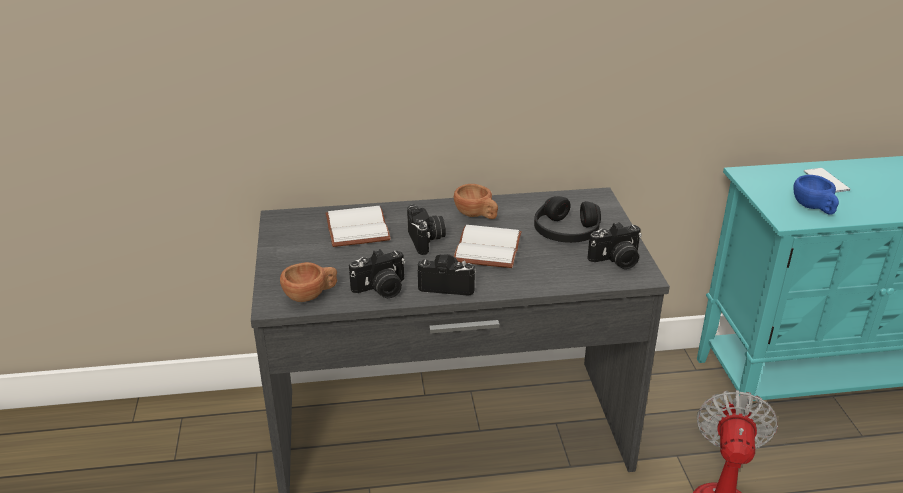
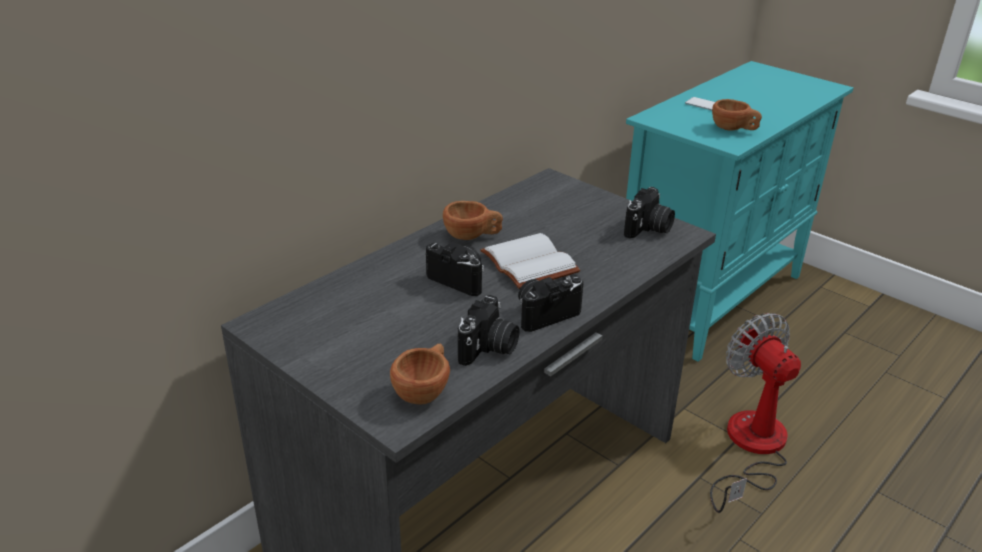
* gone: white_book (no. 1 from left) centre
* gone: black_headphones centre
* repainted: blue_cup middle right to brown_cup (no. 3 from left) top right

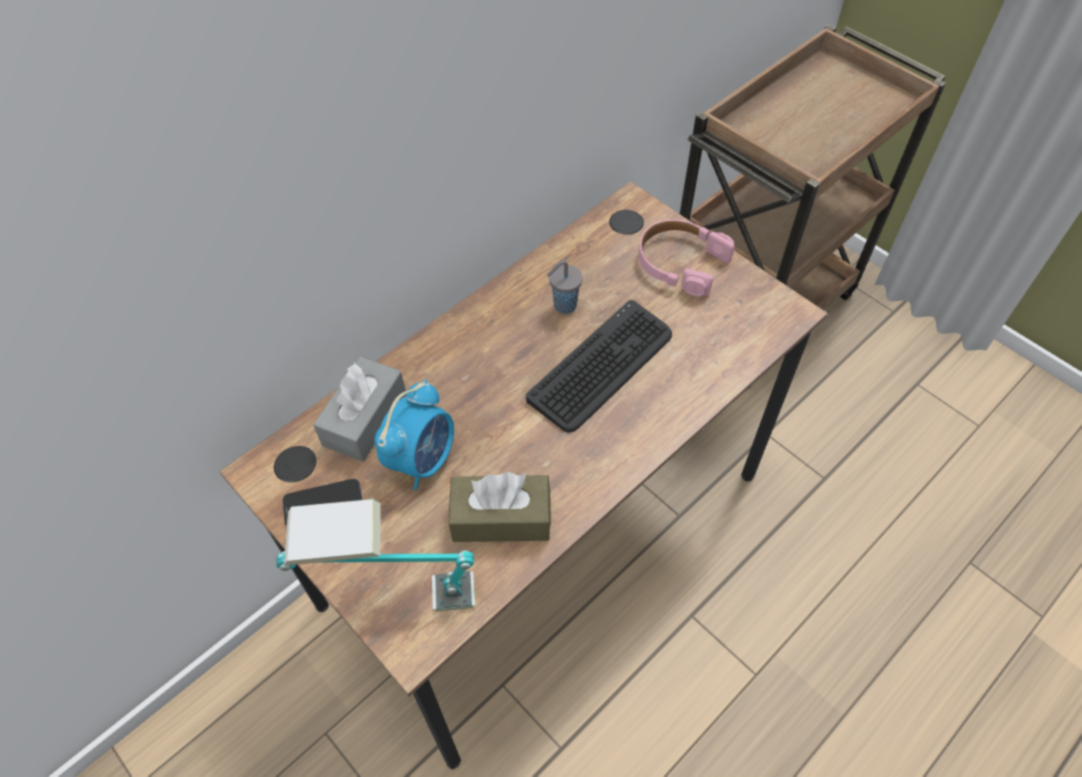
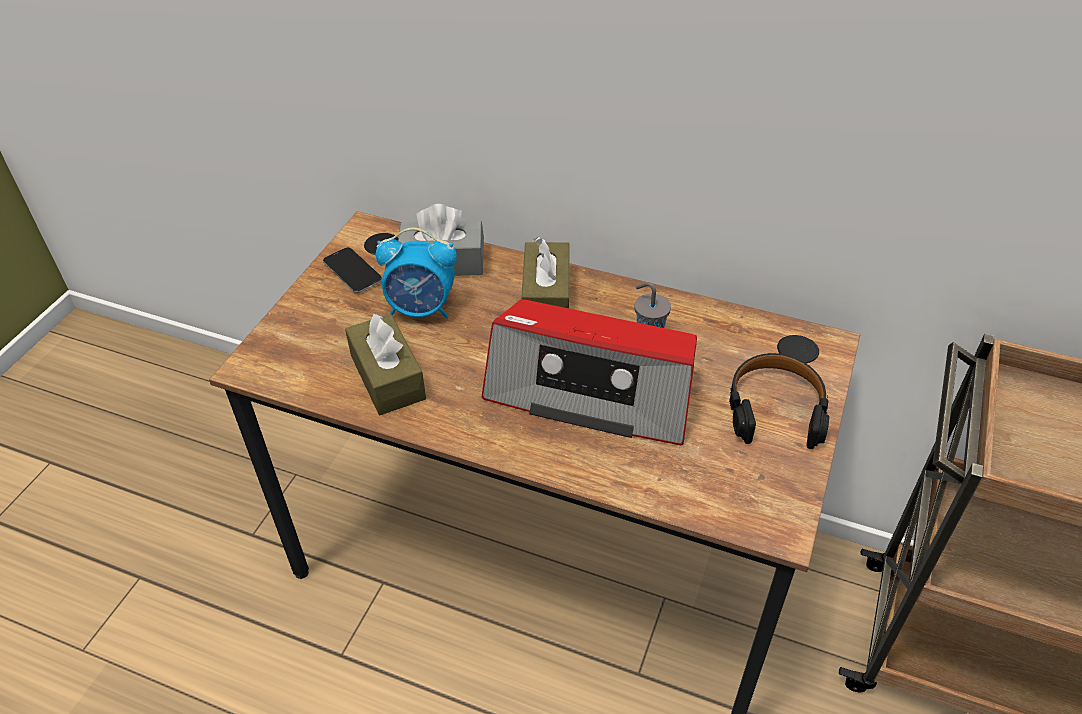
* gone: table_lamp bottom centre
* new: brown_tissue_box (no. 2 from left) centre
* swapped: keyboard centre to radio centre
* repainted: pink_headphones top centre to black_headphones middle right

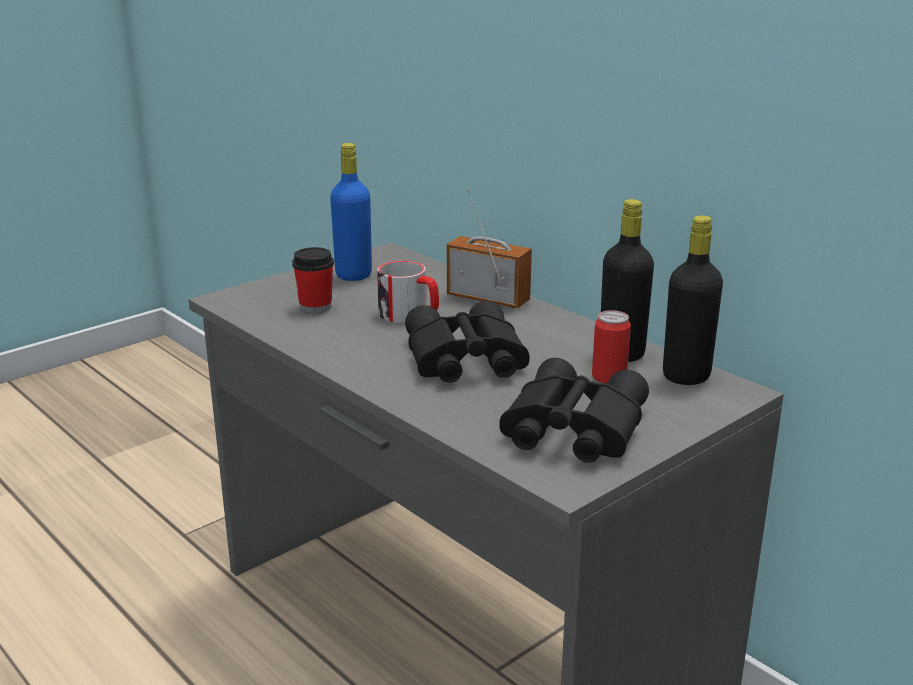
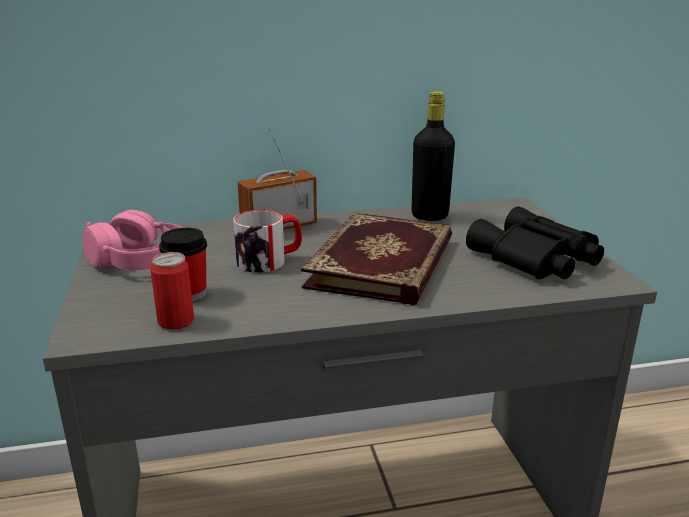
* gone: black_bottle (no. 2 from left) middle right
* shifted: can middle right to middle left
* swapped: blue_bottle top centre to pink_headphones middle left
* swapped: black_binoculars (no. 1 from left) centre to book centre

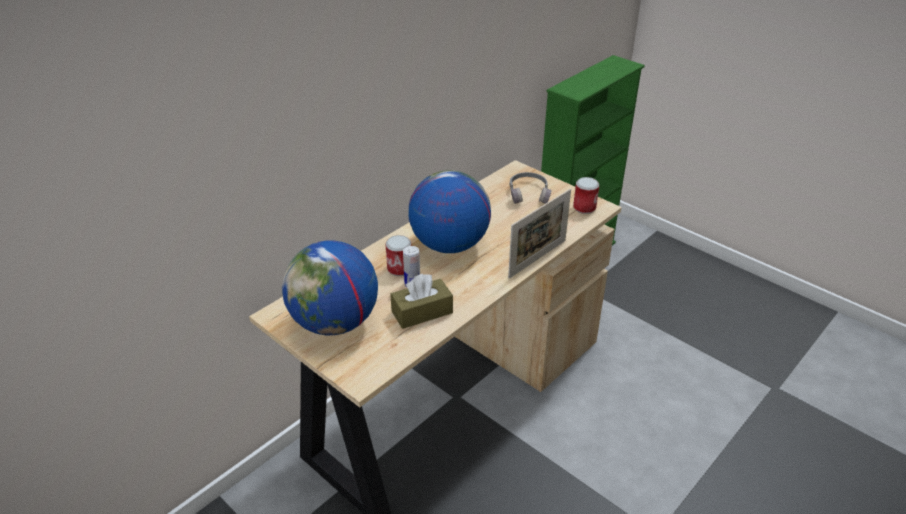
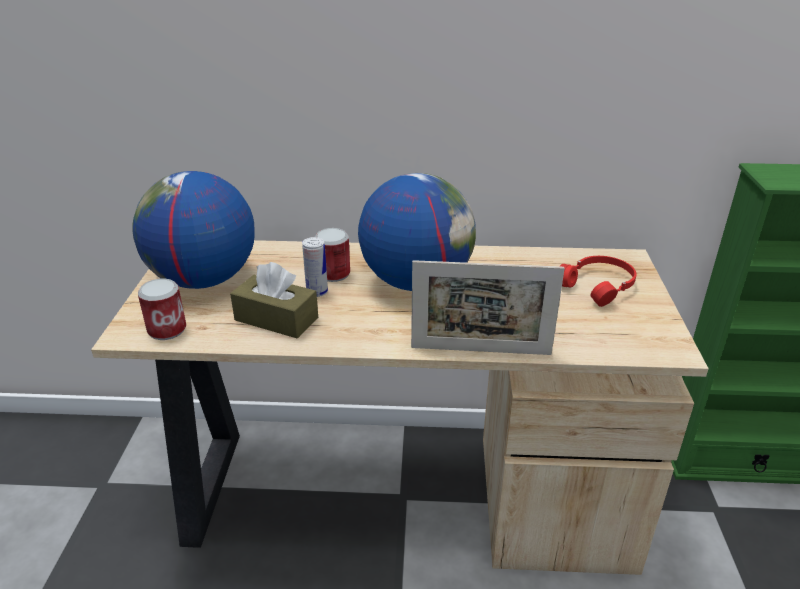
* shifted: can (no. 3 from left in the first image) centre to can (no. 1 from left) middle left
* repainted: grey_headphones centre to red_headphones middle right

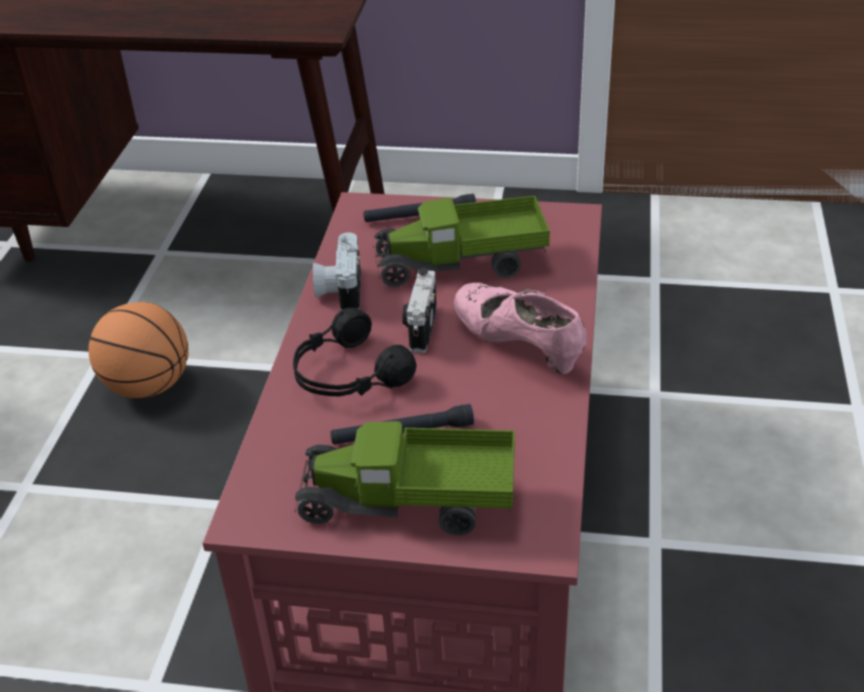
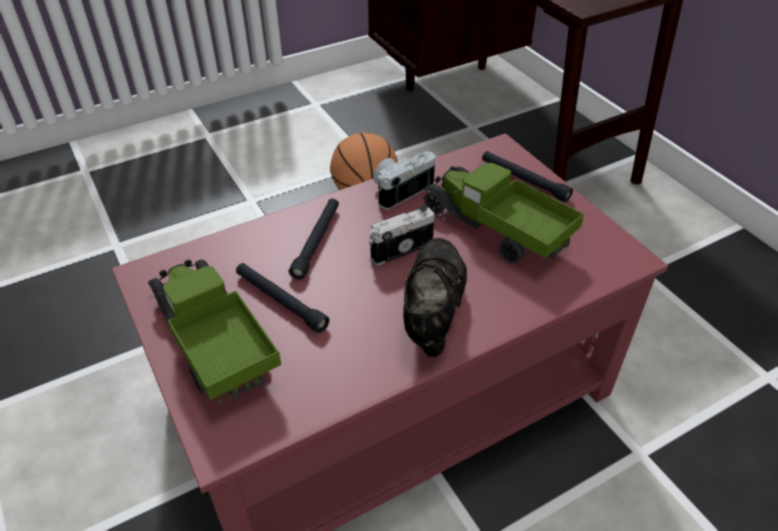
* swapped: black_headphones centre to black_flashlight (no. 2 from left) centre
* repainted: pink_shoe centre to black_shoe centre

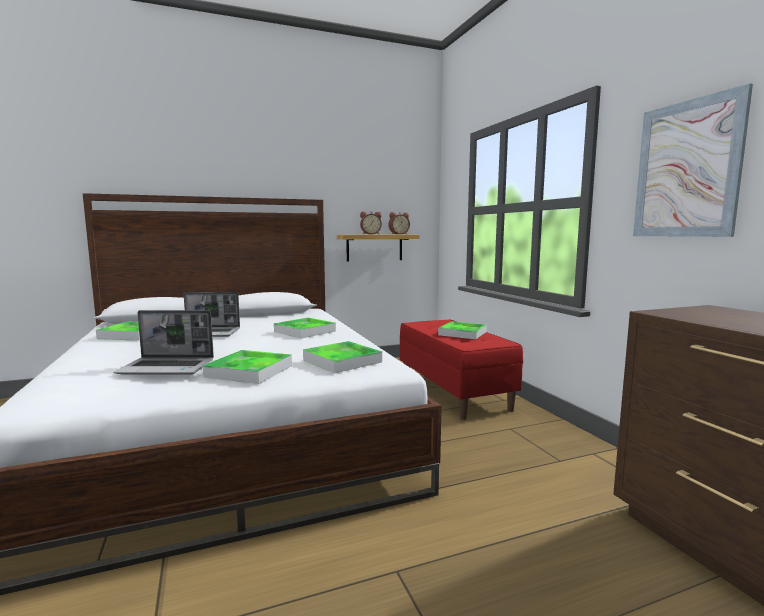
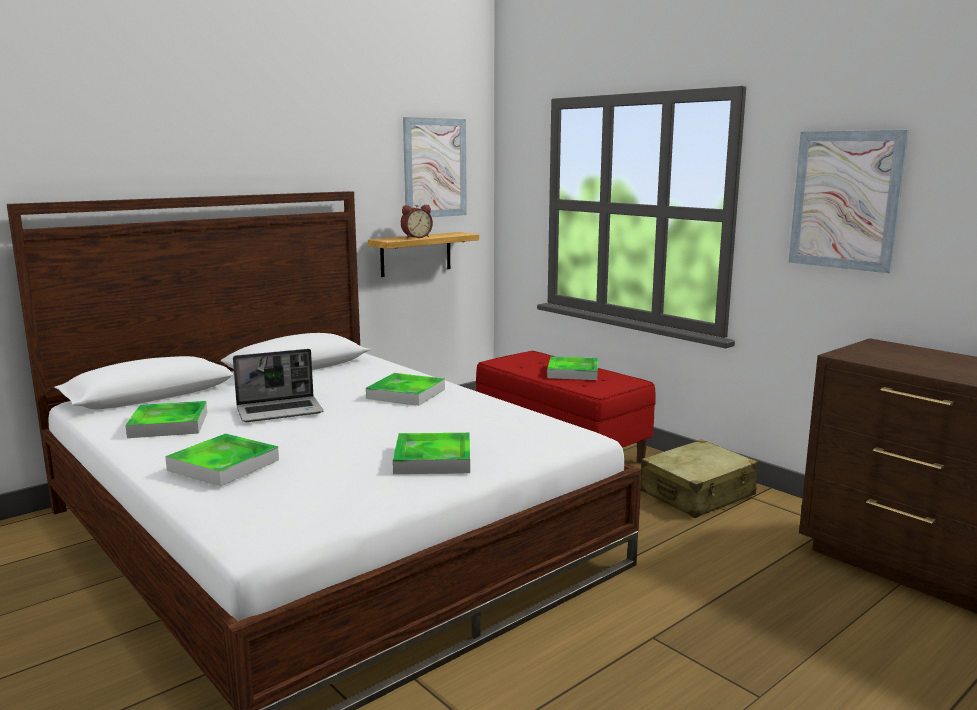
* gone: laptop (no. 1 from left) middle left
* gone: alarm_clock (no. 2 from left) centre
* new: picture (no. 1 from left) top centre
* new: beige_suitcase bottom right
* shifted: tray (no. 4 from left in the first image) centre to tray (no. 2 from left) middle left

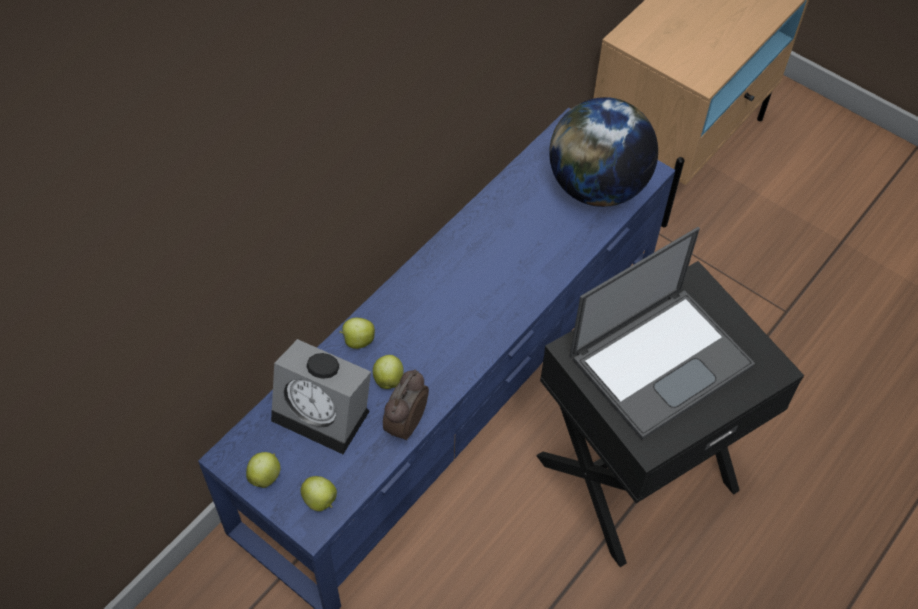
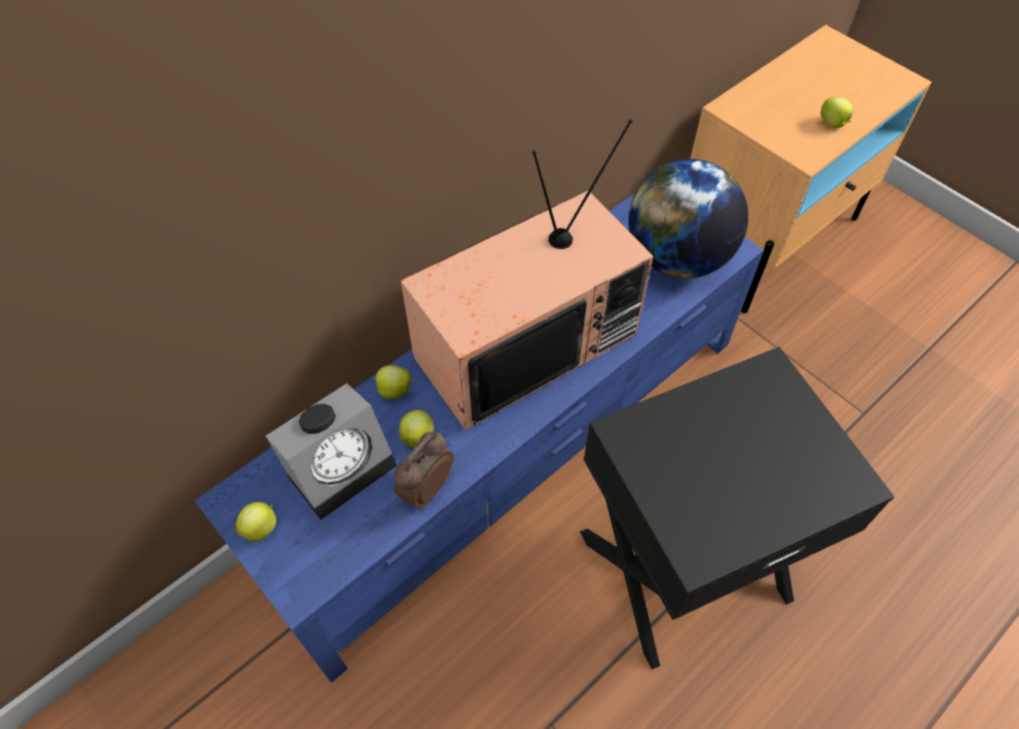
* gone: laptop middle right
* new: television centre
* shifted: apple (no. 2 from left in the first image) bottom centre to apple (no. 4 from left) top right
* rotated: alarm_clock (no. 1 from left) centre = middle left 75 degrees counterclockwise

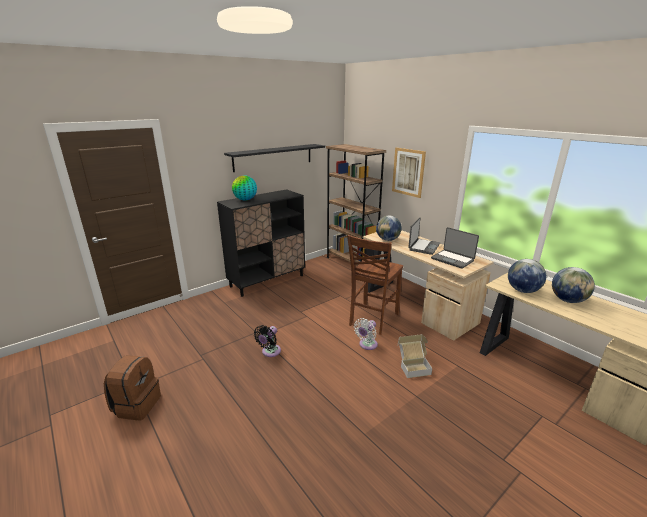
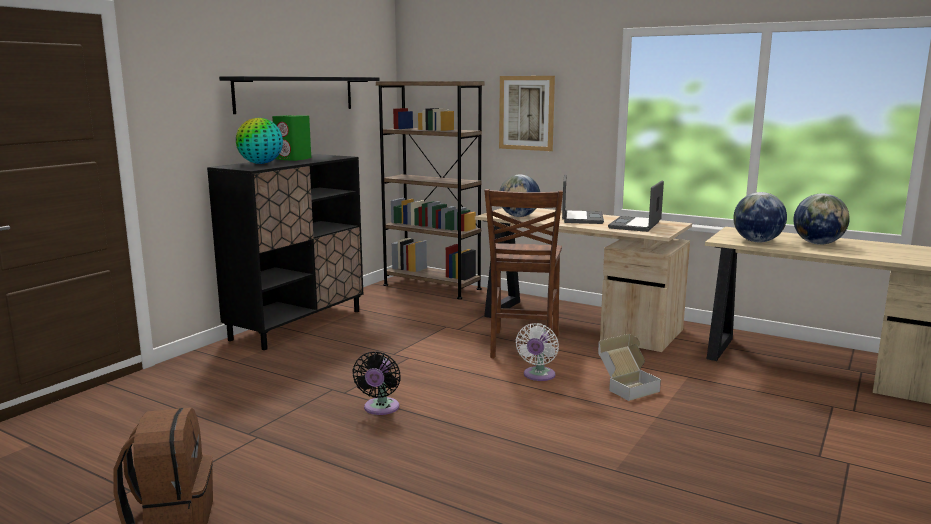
* new: green_speaker top left
* rotated: laptop (no. 2 from left) middle right = middle right 90 degrees clockwise

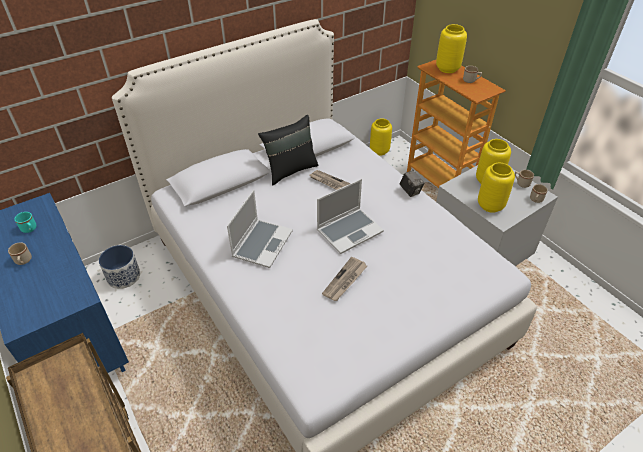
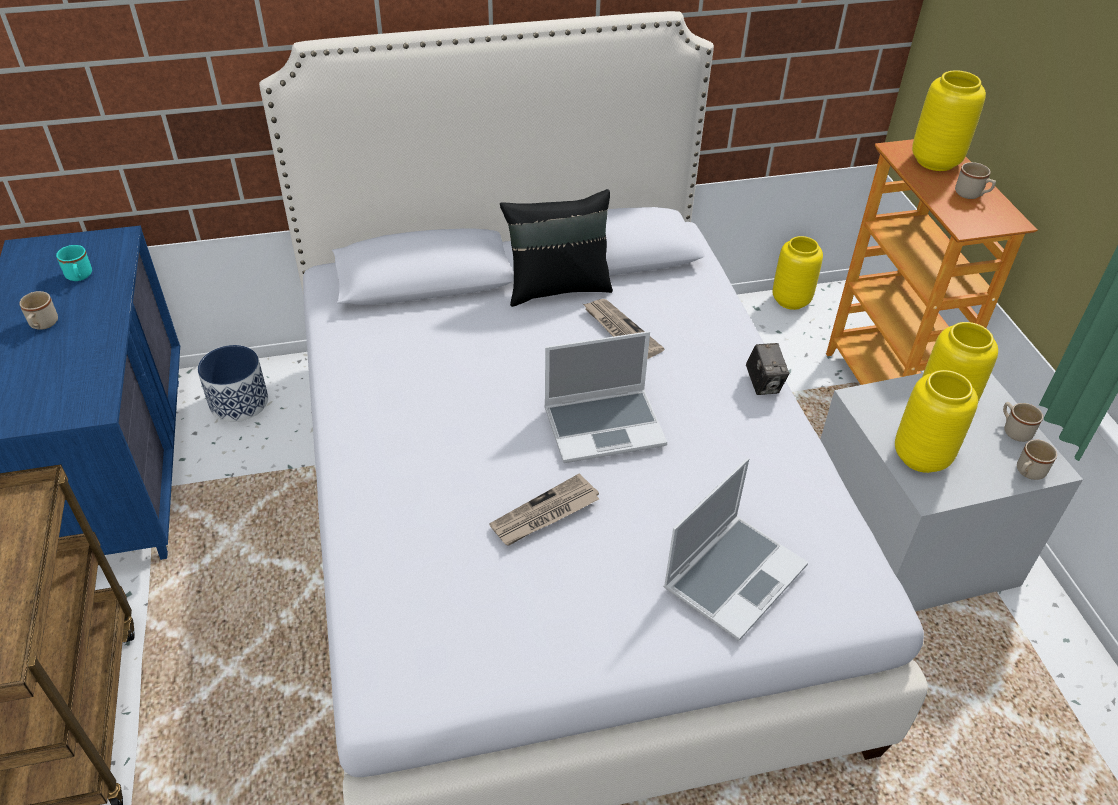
* shifted: laptop (no. 1 from left in the first image) centre to laptop (no. 2 from left) bottom centre

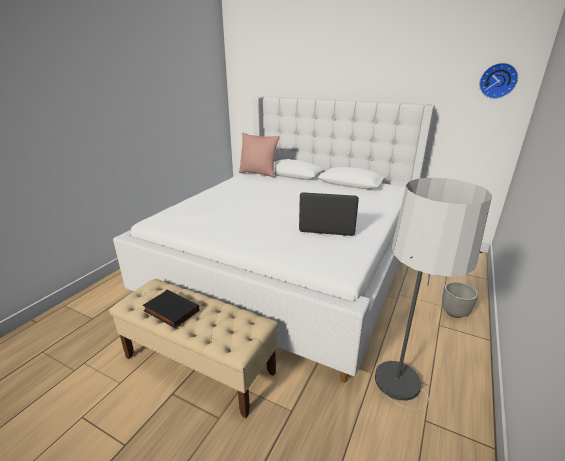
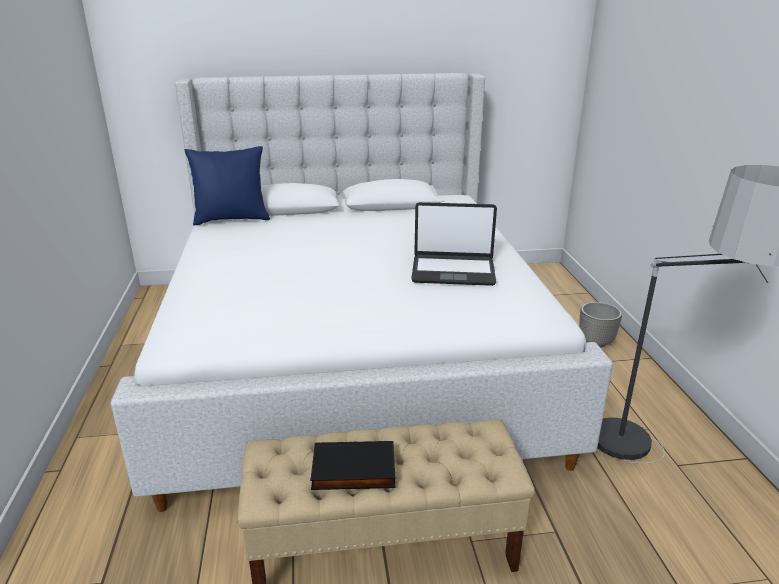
* gone: wall_clock top right
* repainted: pink_pillow centre to blue_pillow top left
* rotated: laptop centre = centre 150 degrees counterclockwise

